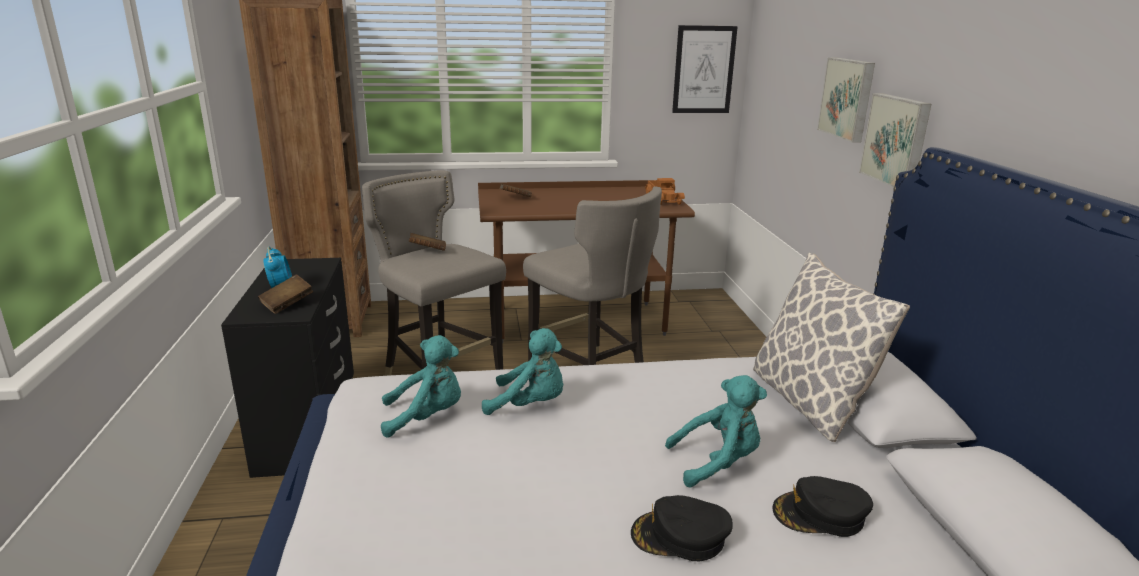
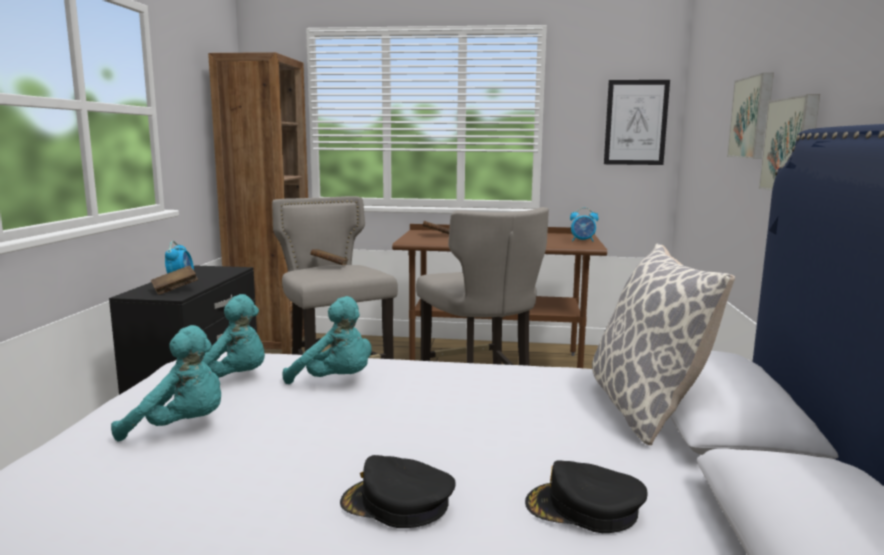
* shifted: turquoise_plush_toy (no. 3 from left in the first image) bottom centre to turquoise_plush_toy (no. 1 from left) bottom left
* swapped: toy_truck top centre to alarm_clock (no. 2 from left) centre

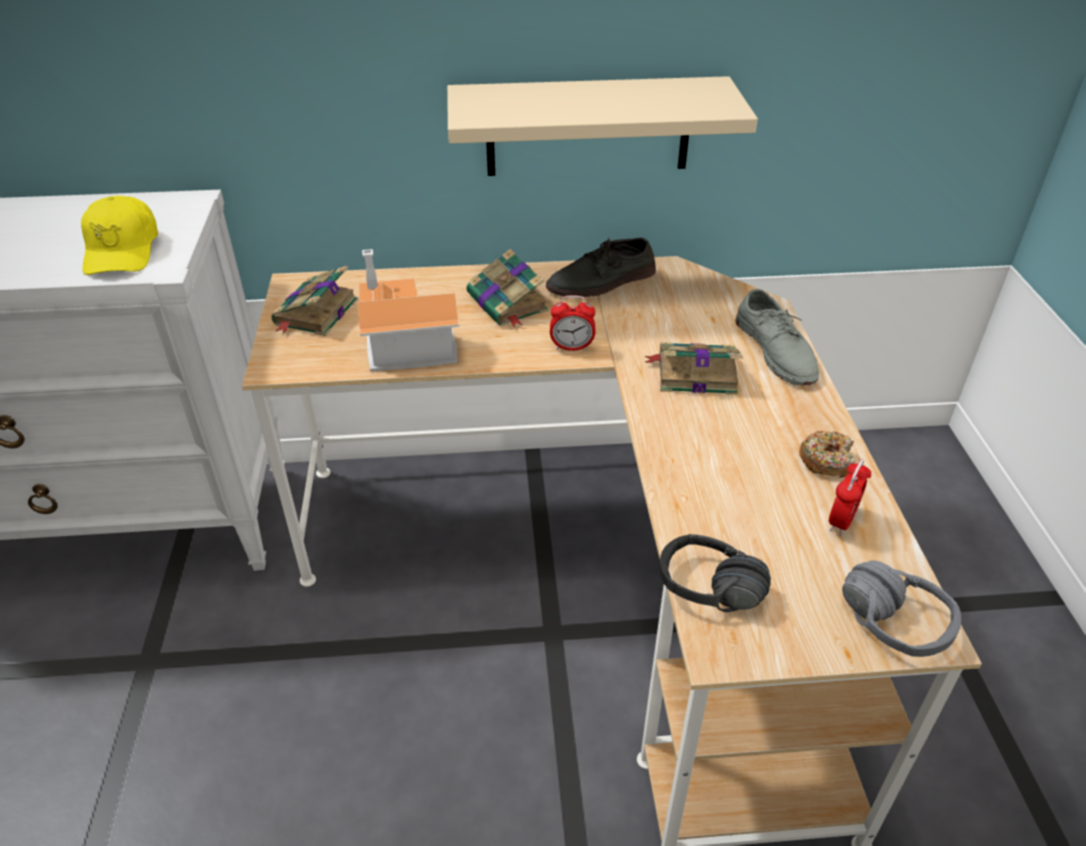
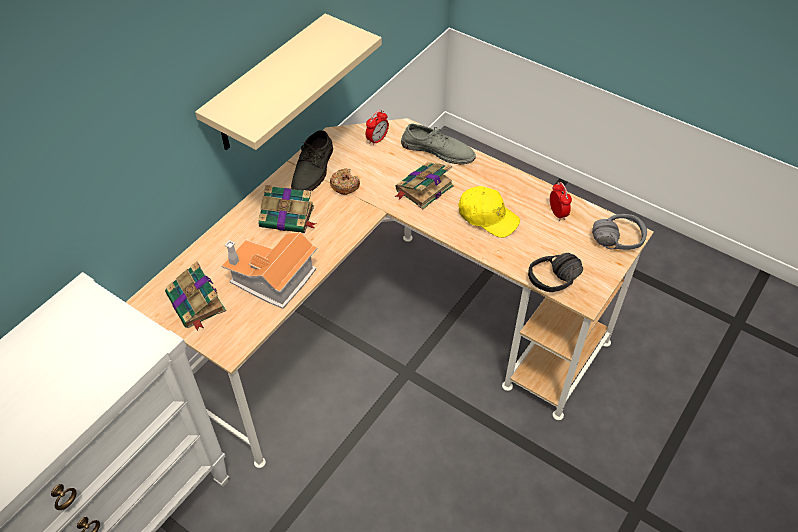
* shifted: yellow_cap top left to centre
* shifted: alarm_clock (no. 1 from left) centre to top centre
* shifted: donut middle right to centre

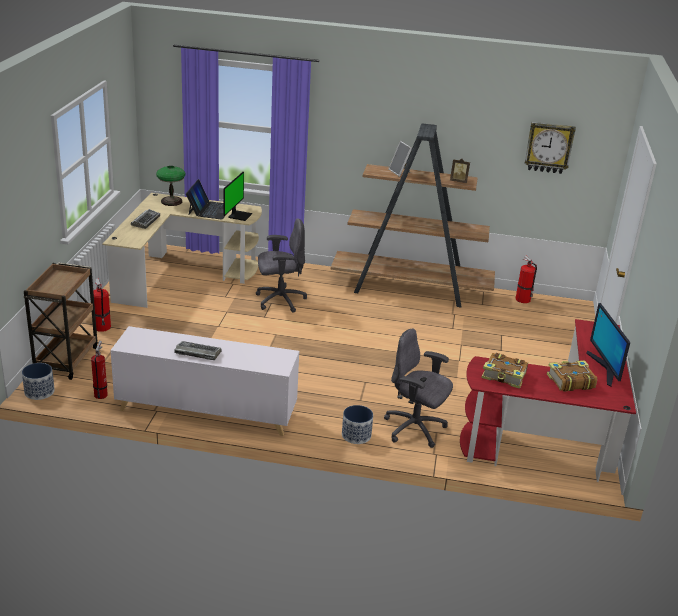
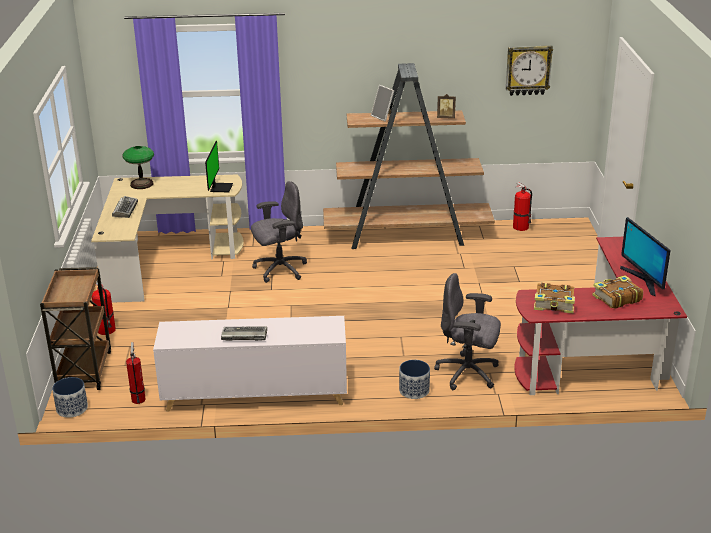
* gone: laptop top left

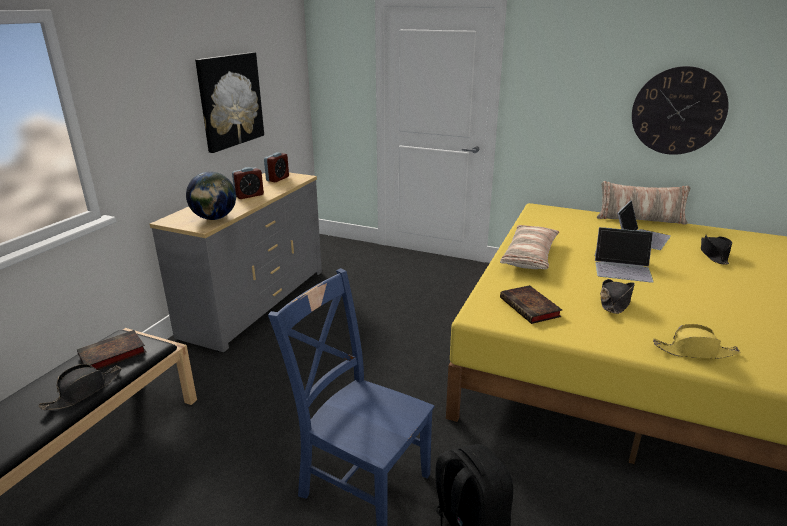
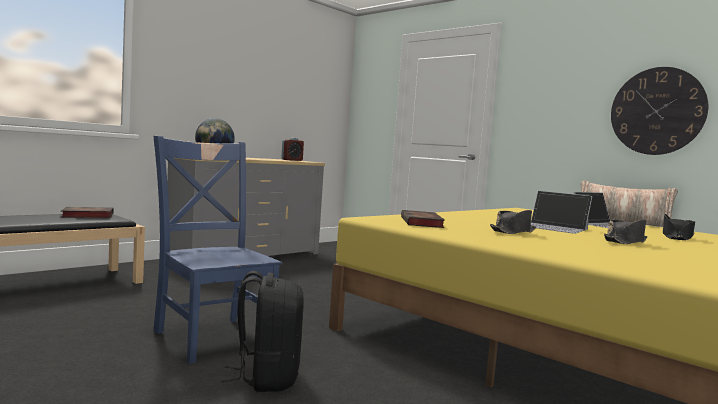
* gone: picture top left
* gone: alarm_clock (no. 1 from left) middle left
* gone: pillow (no. 1 from left) middle right
* gone: yellow_hat middle right
* shifted: black_hat (no. 1 from left in the first image) bottom left to black_hat (no. 2 from left) middle right

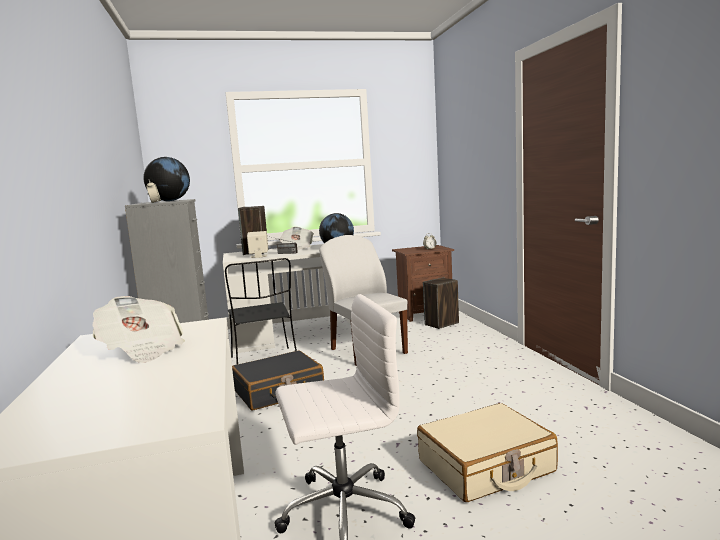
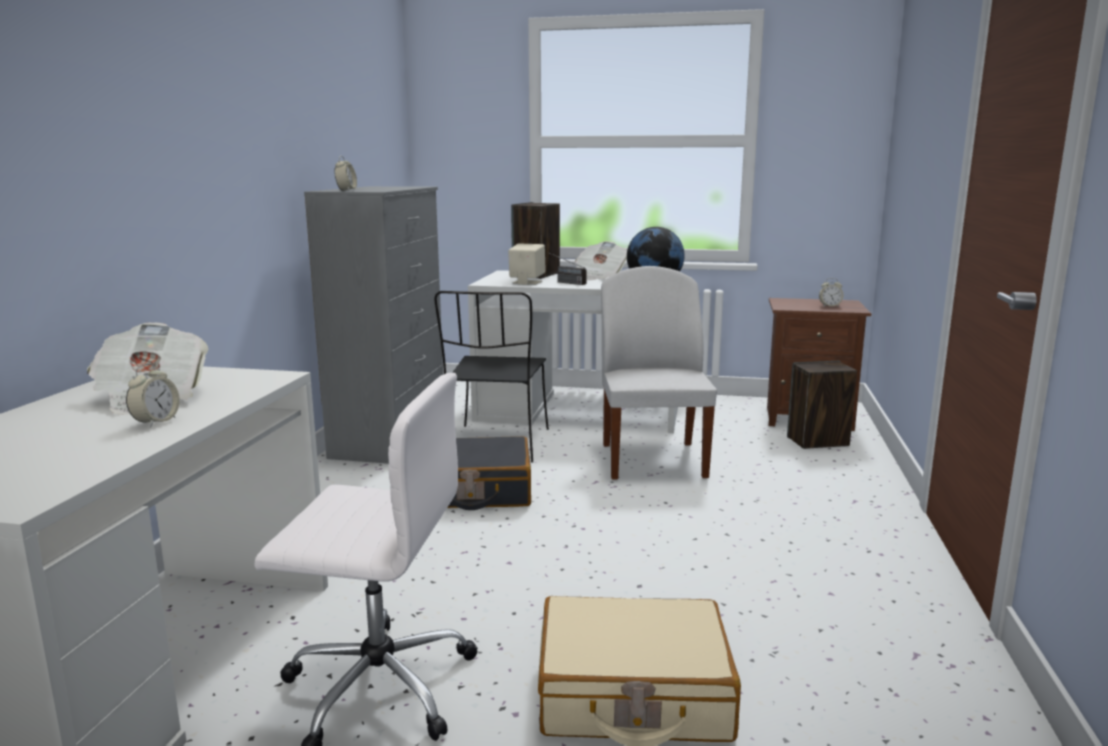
* gone: globe (no. 1 from left) top left
* new: alarm_clock (no. 1 from left) middle left

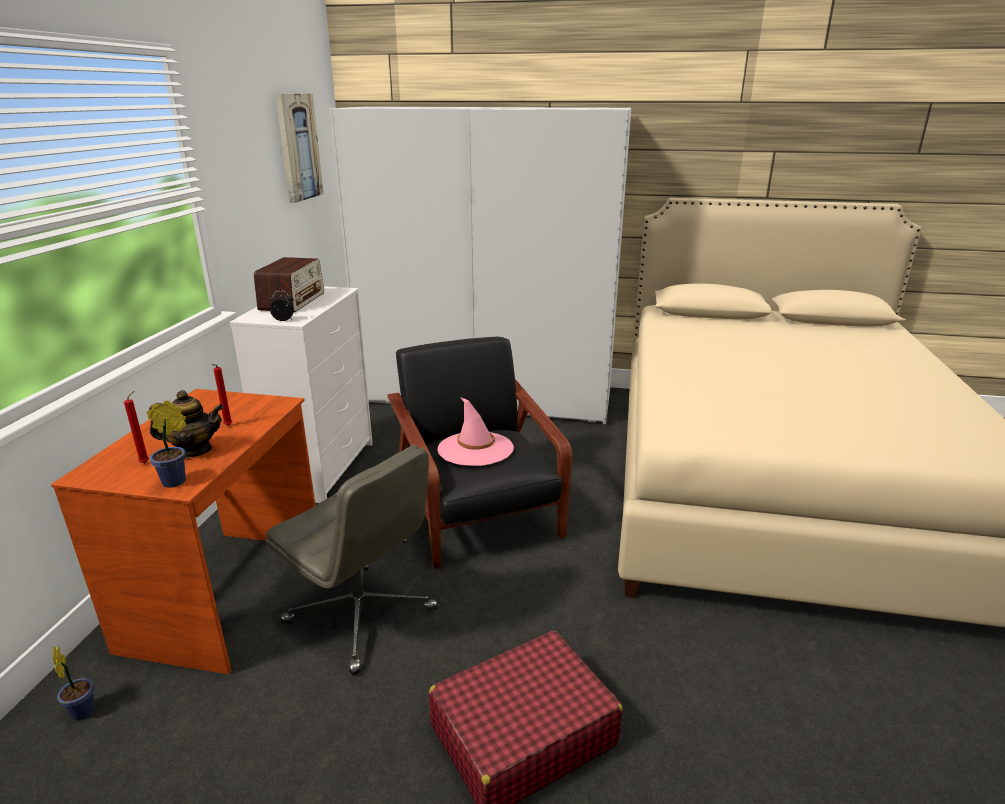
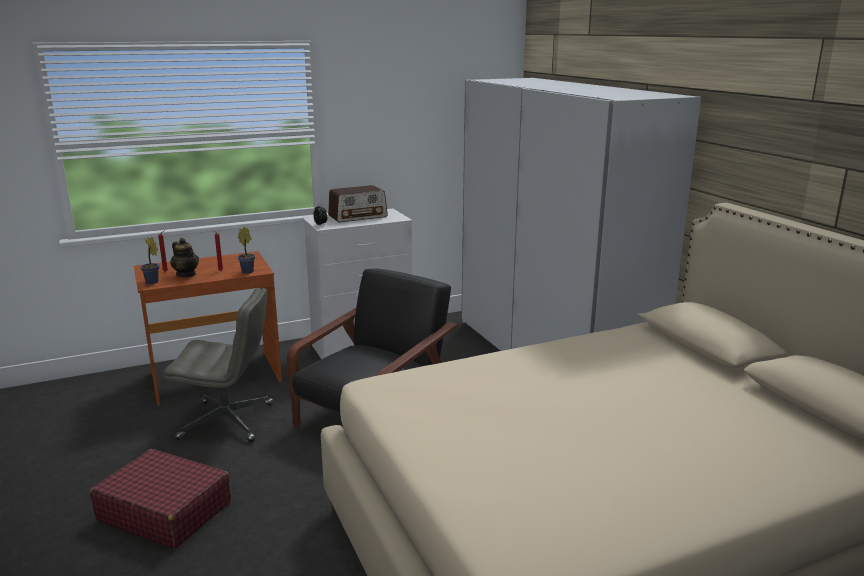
* gone: picture top left
* gone: pink_hat centre
* shifted: potted_plant (no. 1 from left in the first image) bottom left to potted_plant (no. 2 from left) middle left
* rotated: grey_office_chair bottom centre = middle left 90 degrees counterclockwise

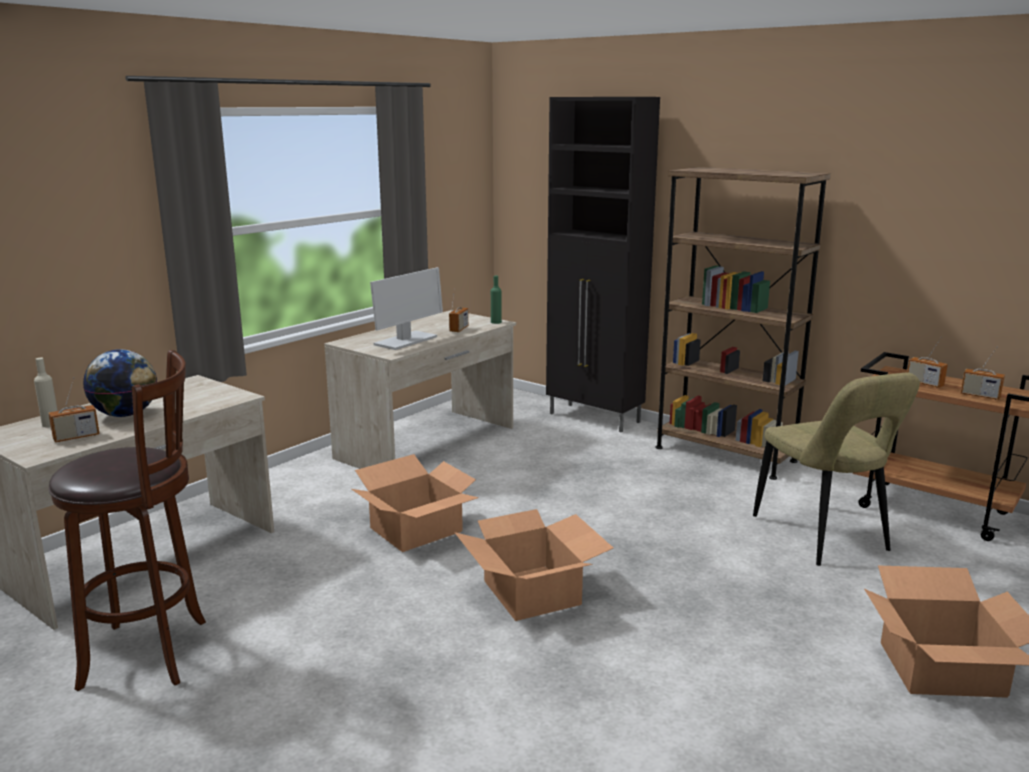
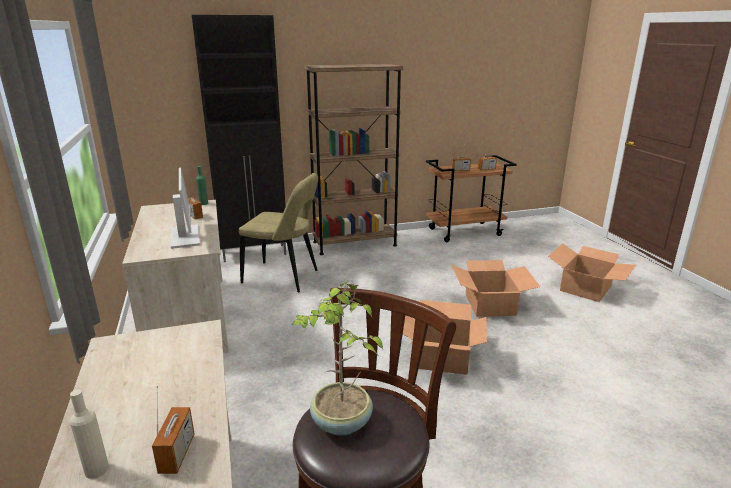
* gone: globe middle left
* new: potted_plant bottom centre
* shifted: cardboard_box (no. 1 from left in the first image) centre to cardboard_box (no. 2 from left) middle right
* shifted: beige_chair middle right to centre

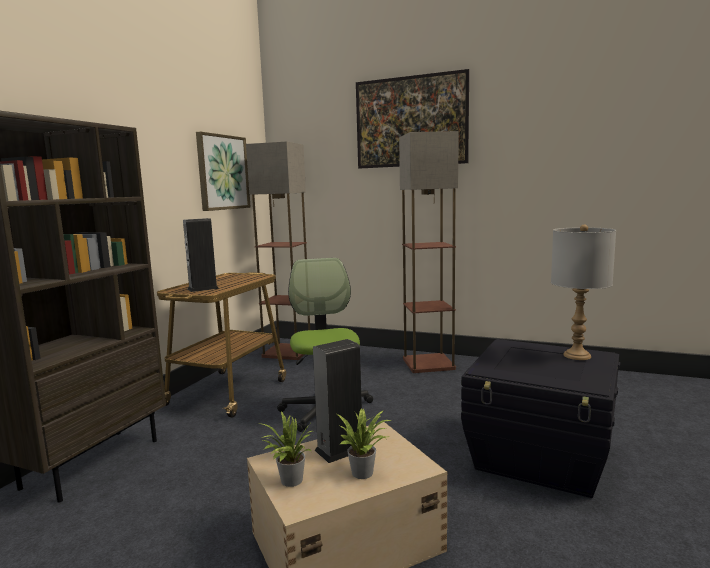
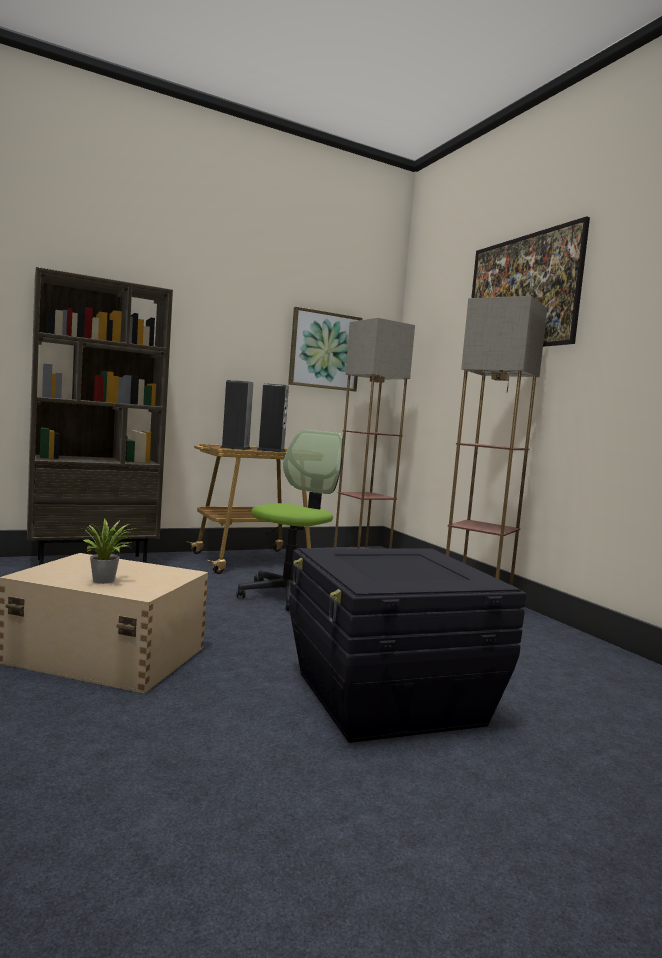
* gone: potted_plant (no. 1 from left) bottom centre
* gone: grey_table_lamp middle right
* shifted: speaker (no. 2 from left) bottom centre to centre

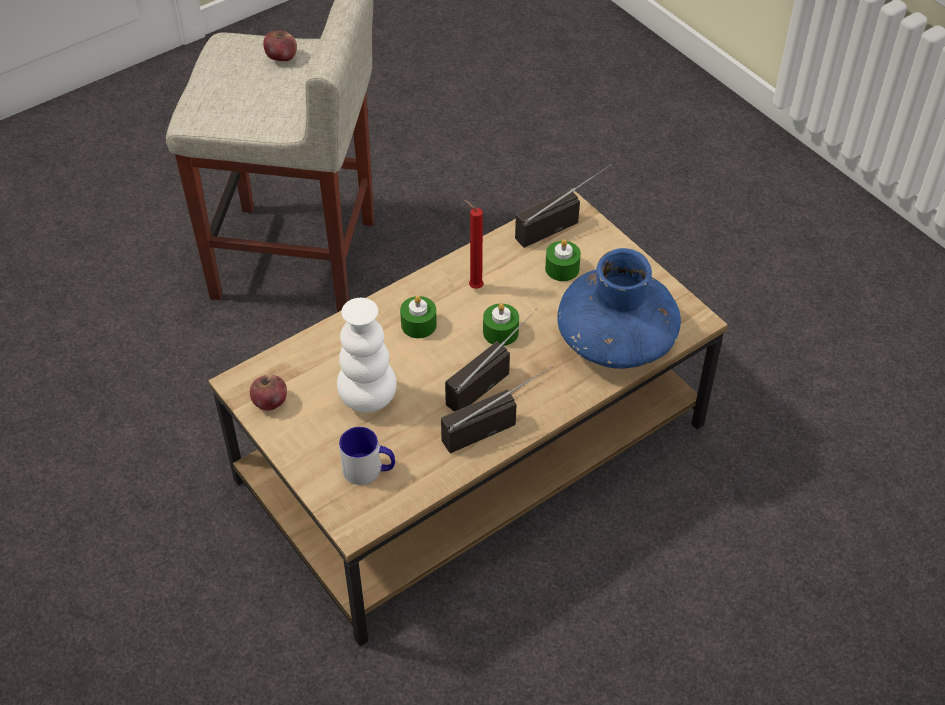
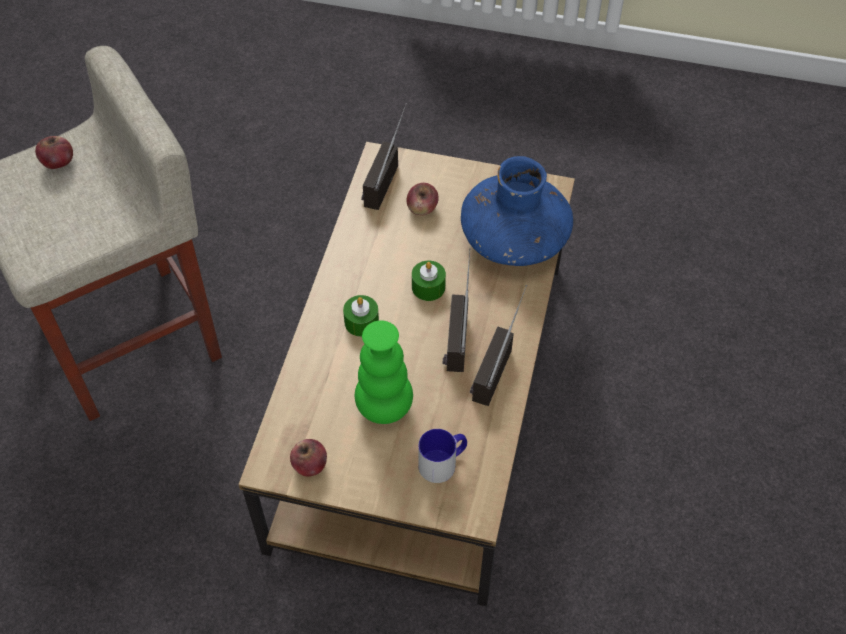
* gone: red_candle centre
* swapped: green_candle (no. 3 from left) centre to apple (no. 3 from left) top centre
* repainted: white_vase centre to green_vase centre

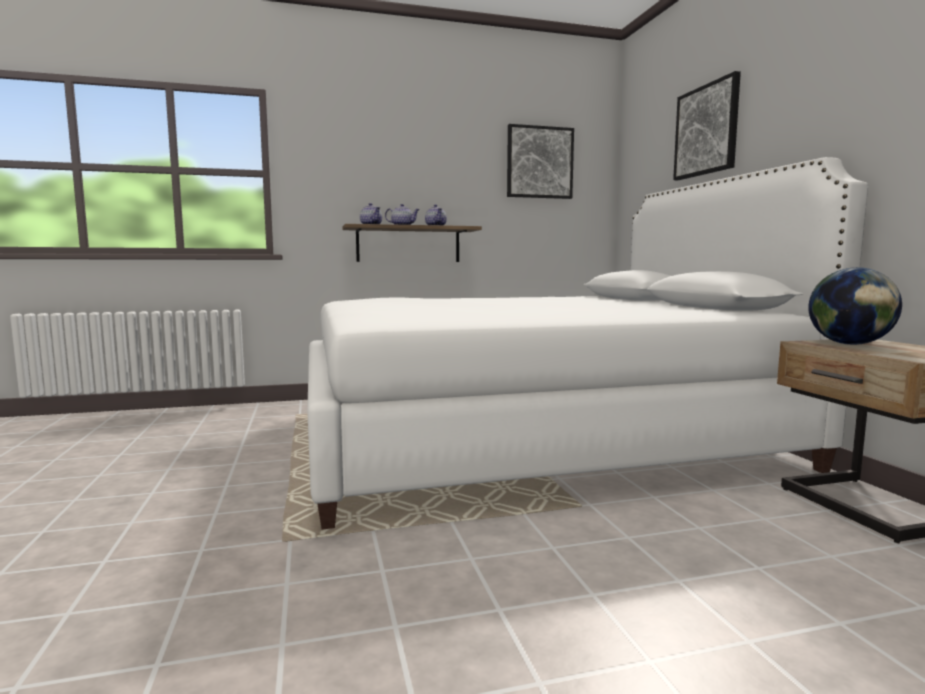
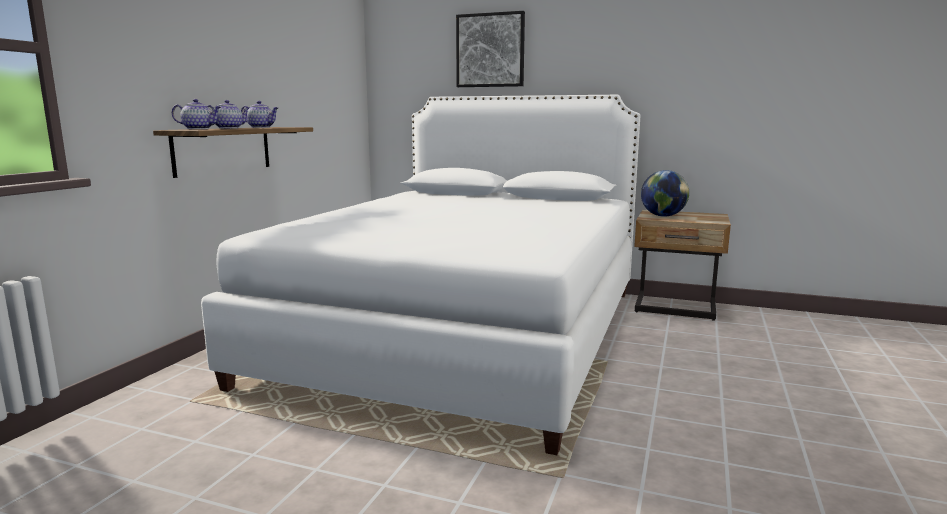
* gone: picture (no. 1 from left) top centre

